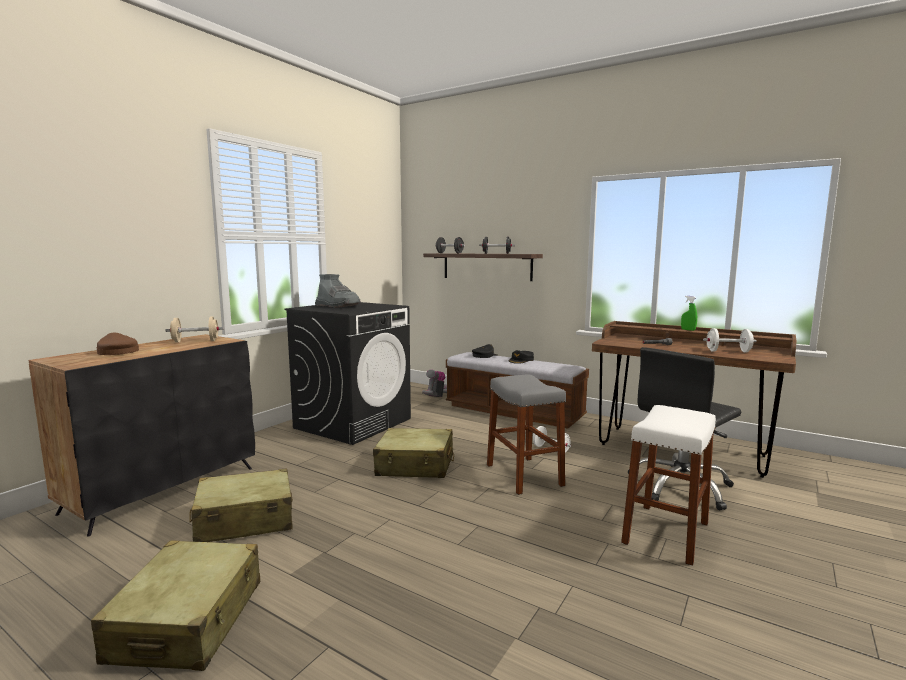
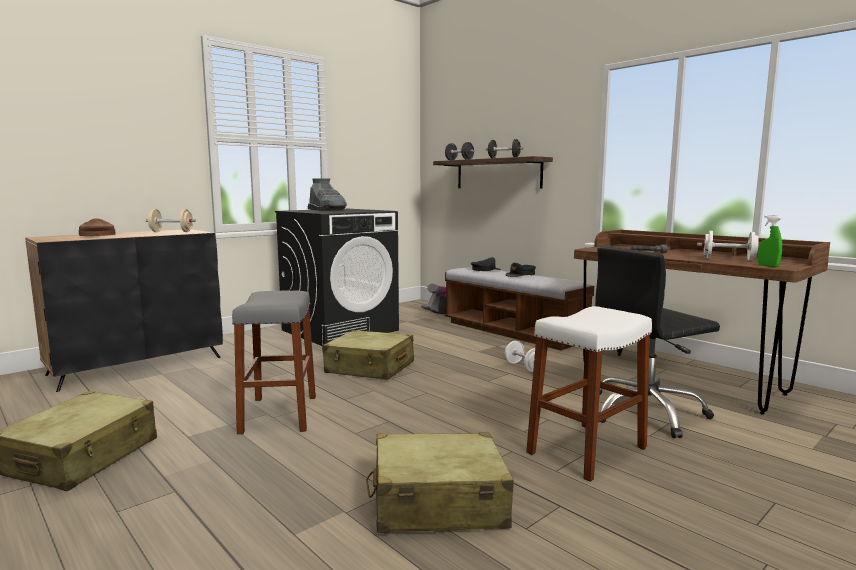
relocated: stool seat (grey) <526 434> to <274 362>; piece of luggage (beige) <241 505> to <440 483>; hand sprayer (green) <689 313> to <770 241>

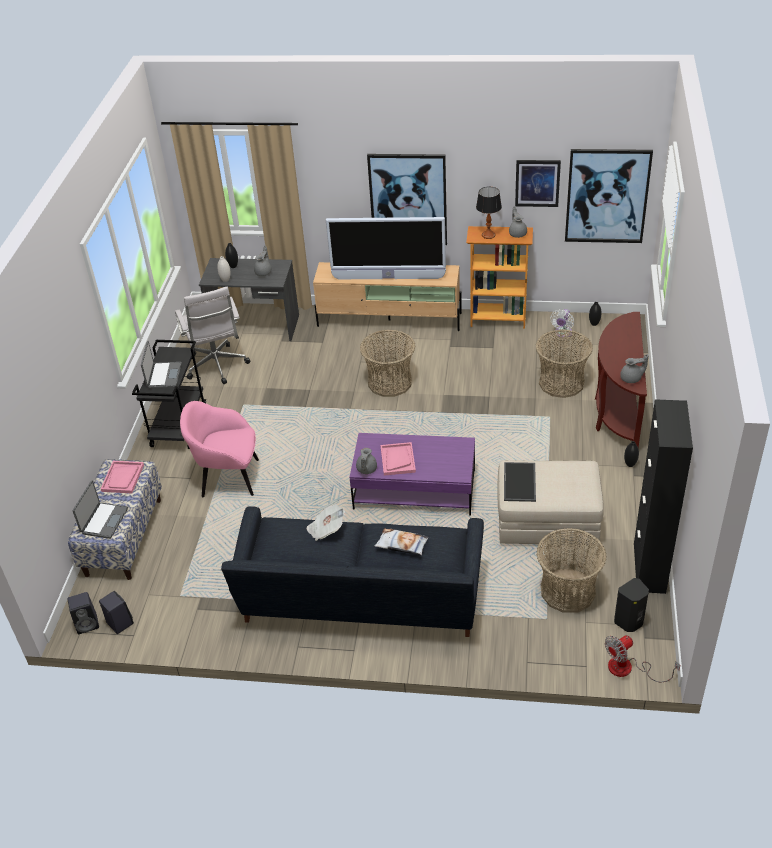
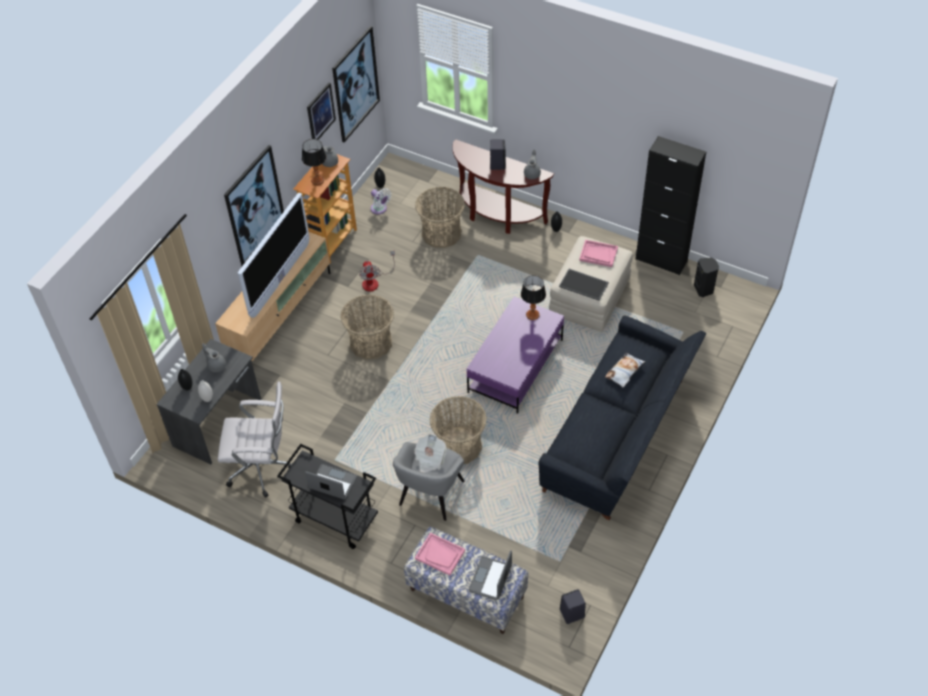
missing: teapot (grey) <366 461>
appeared: tabletop lamp <533 297>
relocated: fan <642 658> to <377 271>; daily paper <326 522> to <430 453>; storage basket <571 570> to <458 430>; audio speaker (black-coloured) <83 613> to <498 154>; serving tray (pinkish) <398 459> to <598 253>
colour: lounge chair (pinkish) <219 449> to lounge chair (grey) <428 481>
spun: portable computer <100 510> = <490 575> 105 degrees counterclockwise

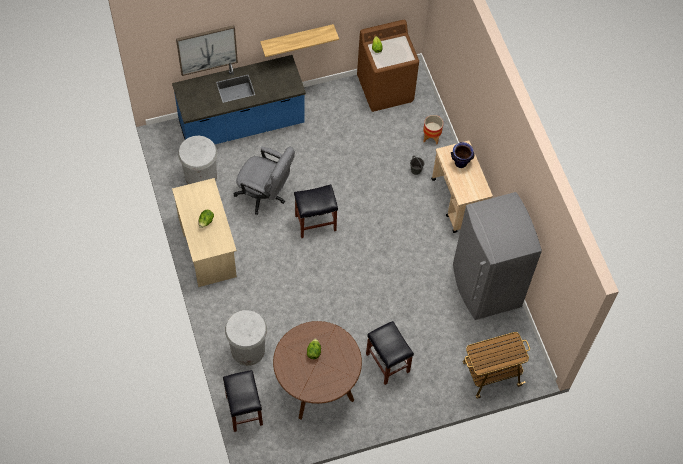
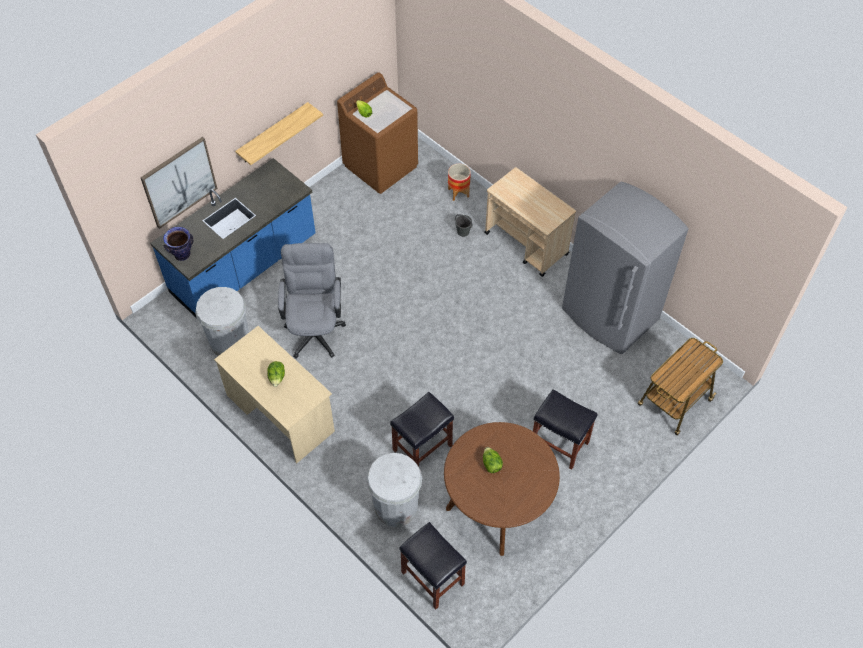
relocated: flower vase <463 155> to <178 244>; stool seat (black-coloured) <316 211> to <422 429>
spun: desk chair (grey) <264 181> = <312 300> 90 degrees counterclockwise

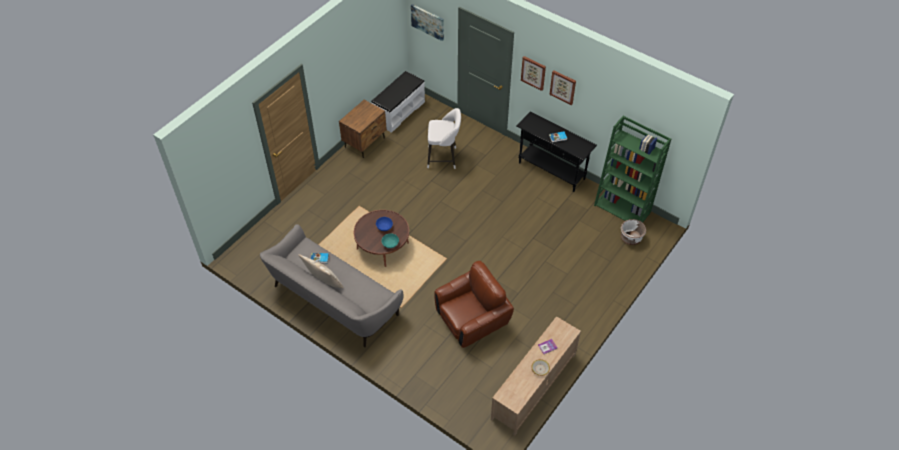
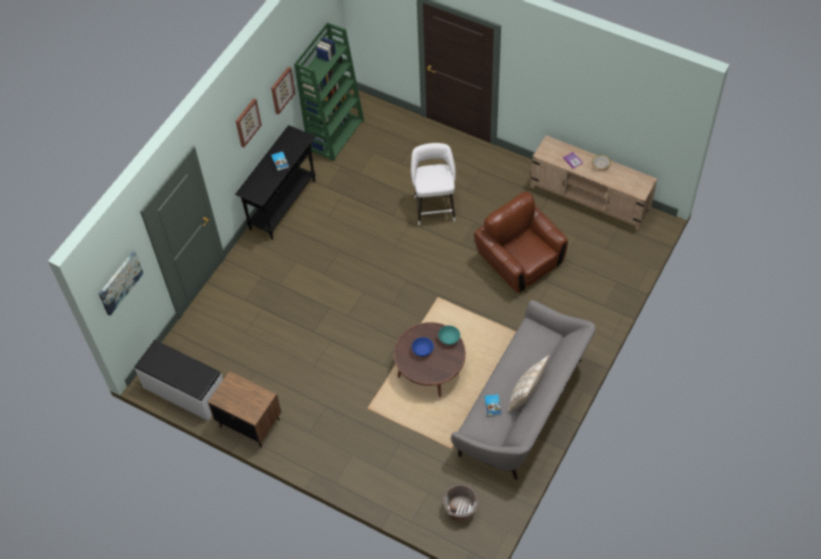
relocated: wall art <533 73> to <283 91>; stool seat (white-coloured) <444 138> to <433 184>; plant pot (white-coloured) <633 232> to <460 503>

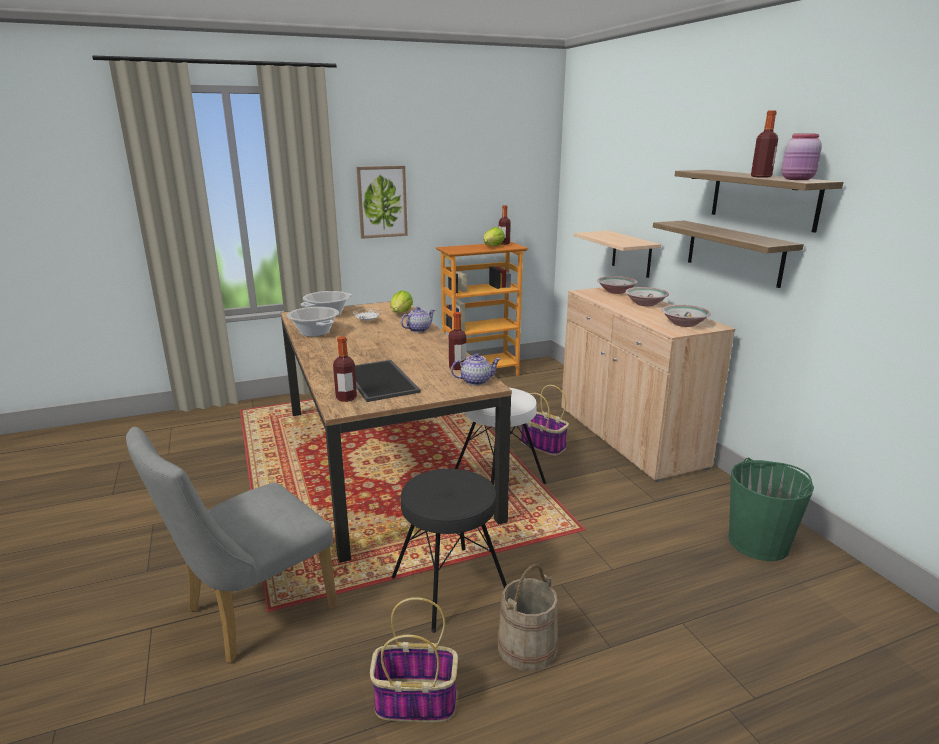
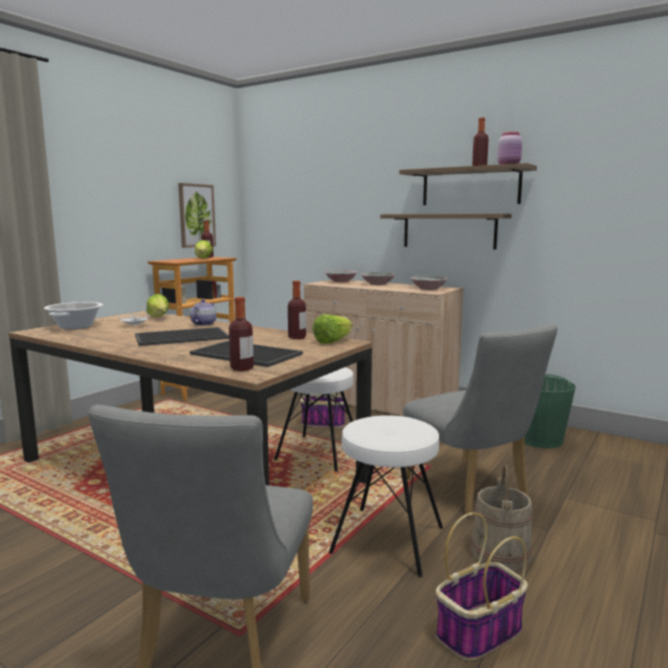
missing: stockpot <313 322>; wall shelf <617 254>
appeared: serving tray <182 336>; chair (grey) <480 420>
relocated: wall art <382 202> to <197 215>
exchanged: teapot <476 369> to lettuce head <332 329>
colour: stool seat (black-coloured) <449 551> to stool seat (white-coloured) <386 496>

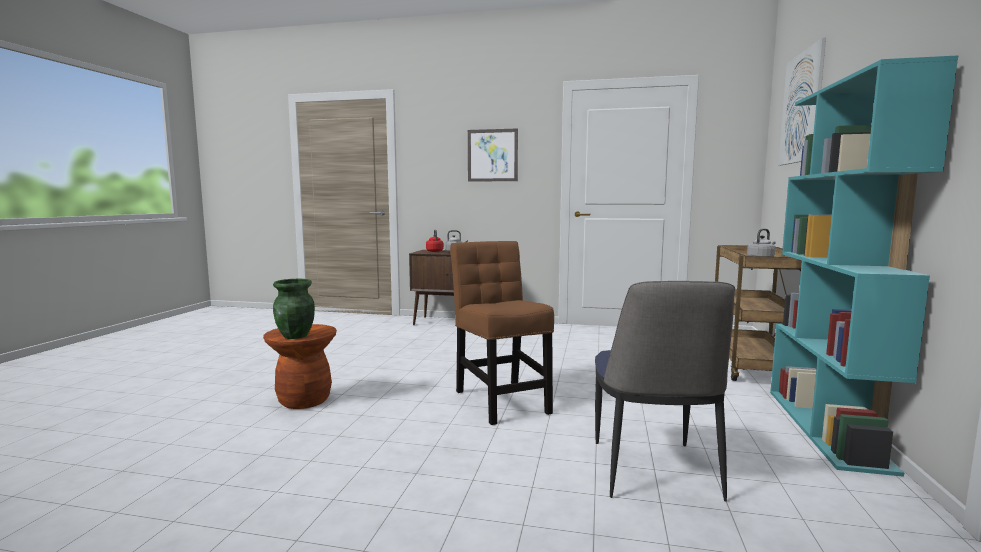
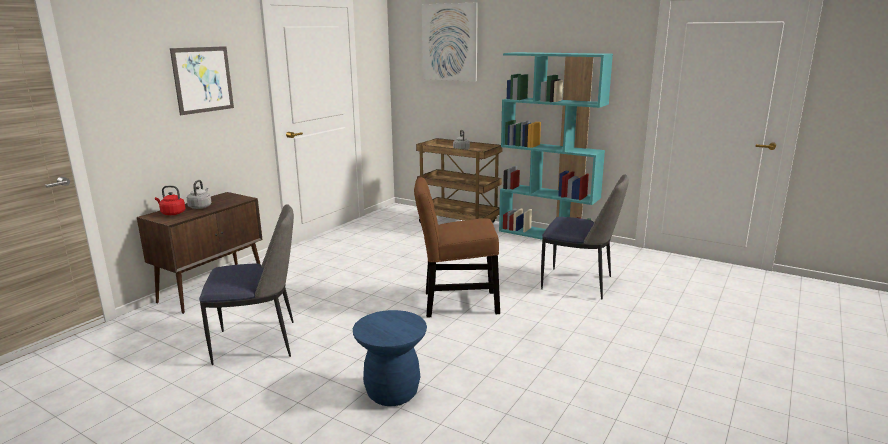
missing: flower vase (green) <294 309>
appeared: chair <246 284>
colour: stool seat (brown) <300 366> to stool seat (blue-coloured) <390 358>

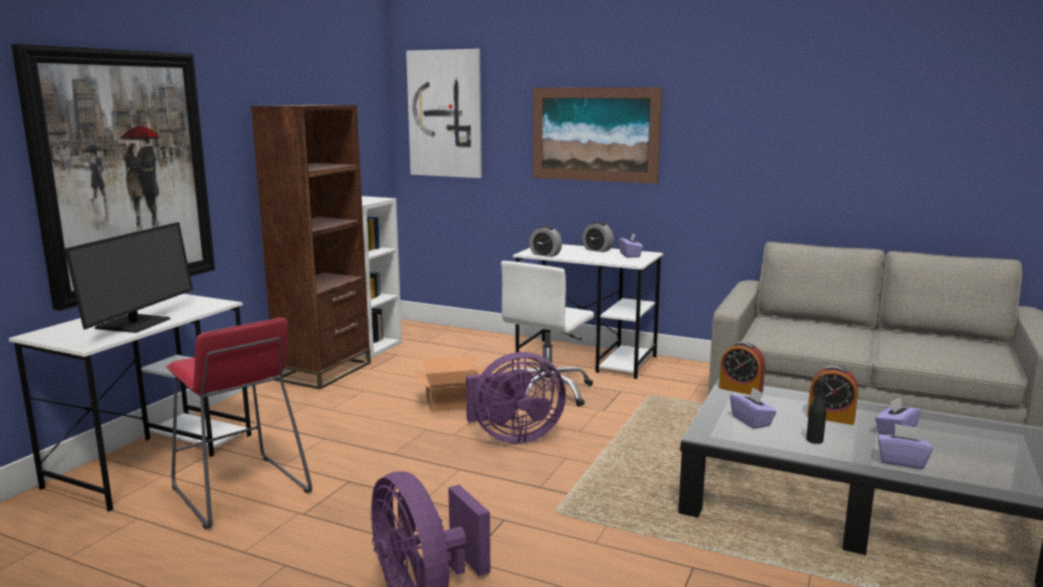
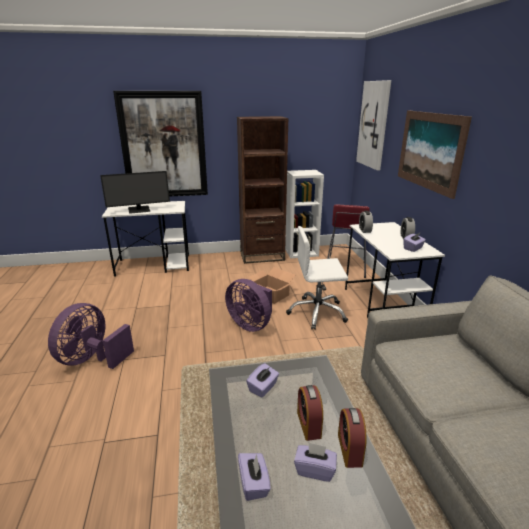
missing: bottle (black-coloured) <816 409>
relocated: stool seat (reddish) <239 423> to <348 241>; alarm clock <742 368> to <352 438>

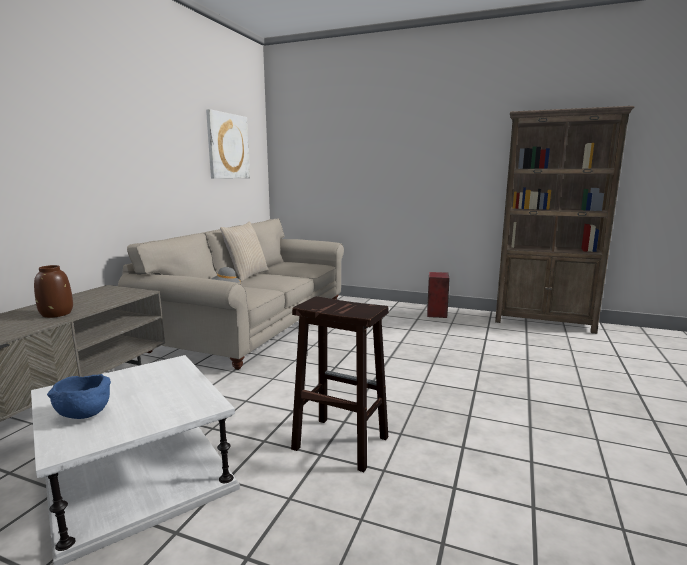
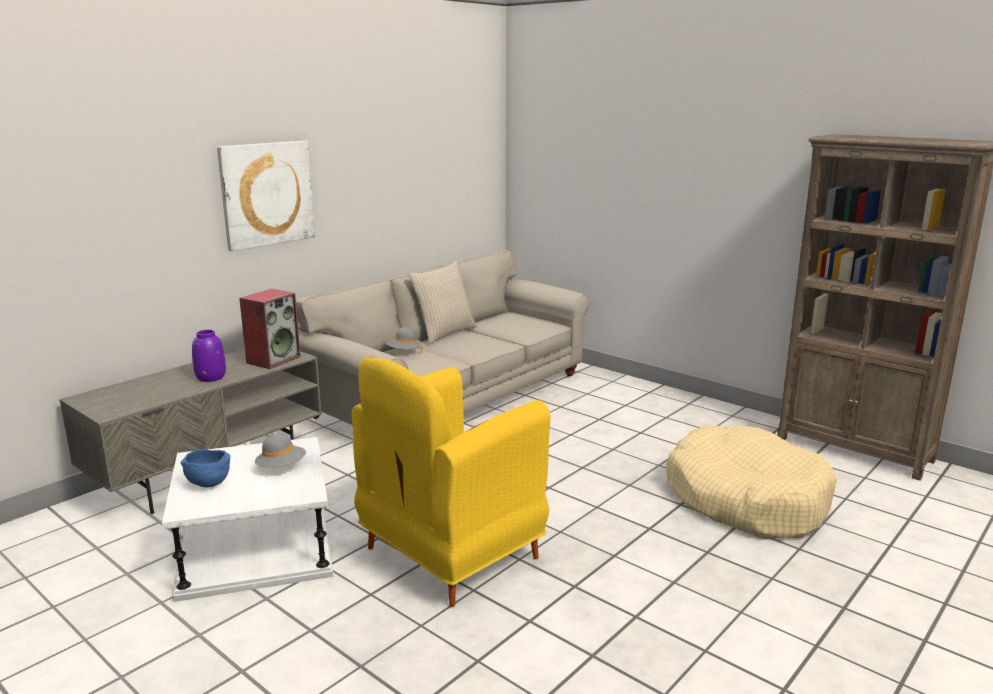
appeared: clothing hat (grey) <280 451>; dog bed (beige) <751 482>
relocated: wall art <228 144> to <266 196>; audio speaker <438 295> to <270 329>
exchanged: stool seat (brown) <339 384> to lounge chair (yellow-coloured) <450 482>
colour: flower vase (brown) <53 291> to flower vase (purplish) <209 356>

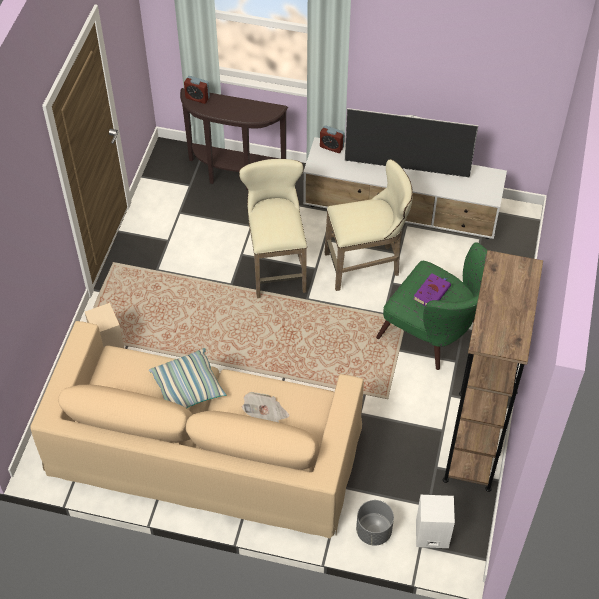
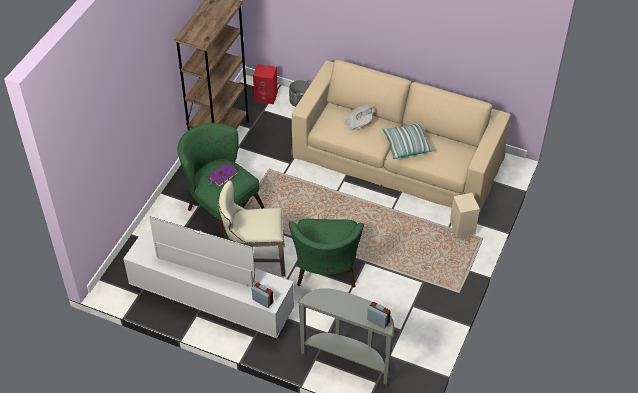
exchanged: stool seat (beige) <273 228> to lounge chair (green) <326 253>
colour: audio speaker (white-coloured) <435 521> to audio speaker (reddish) <265 84>; hall table (brown) <234 139> to hall table (grey) <345 336>

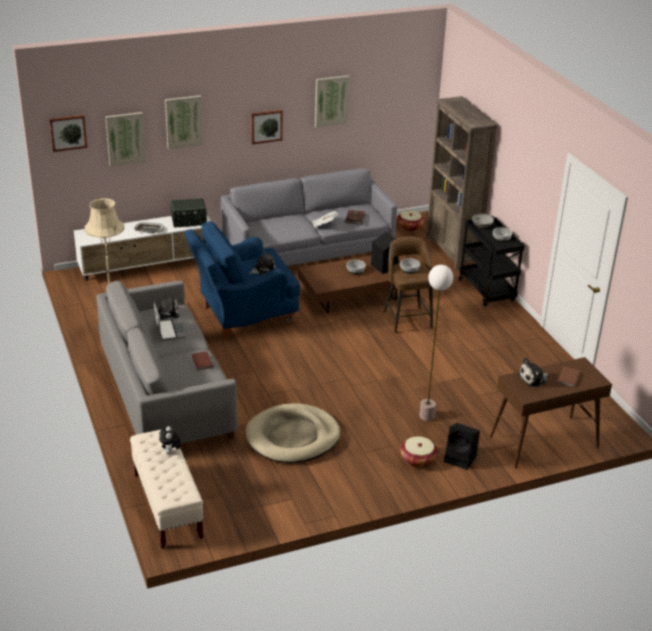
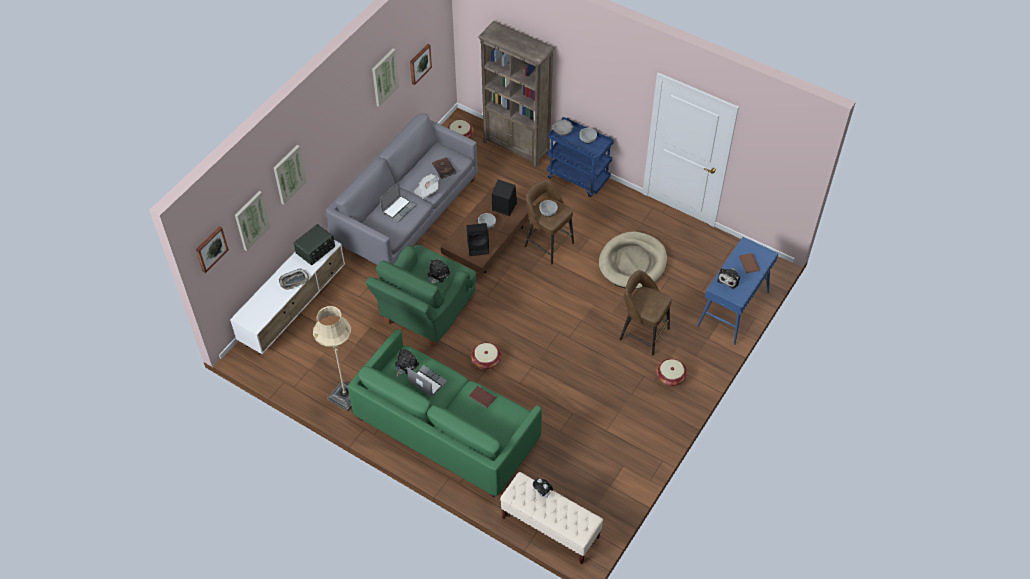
appeared: portable computer <398 201>; storage basket <486 355>
relocated: wall art <267 127> to <421 64>; audio speaker (black-coloured) <462 446> to <478 239>; dog bed (beige) <293 433> to <633 260>
exchanged: floor lamp <436 343> to stool seat (brown) <645 312>
colour: couch (grey) <167 362> to couch (green) <445 413>; lounge chair (blue-coloured) <242 279> to lounge chair (green) <421 296>; wheeled cart (black-coloured) <492 261> to wheeled cart (blue-coloured) <580 157>; hall table (brown) <551 413> to hall table (blue-coloured) <737 291>

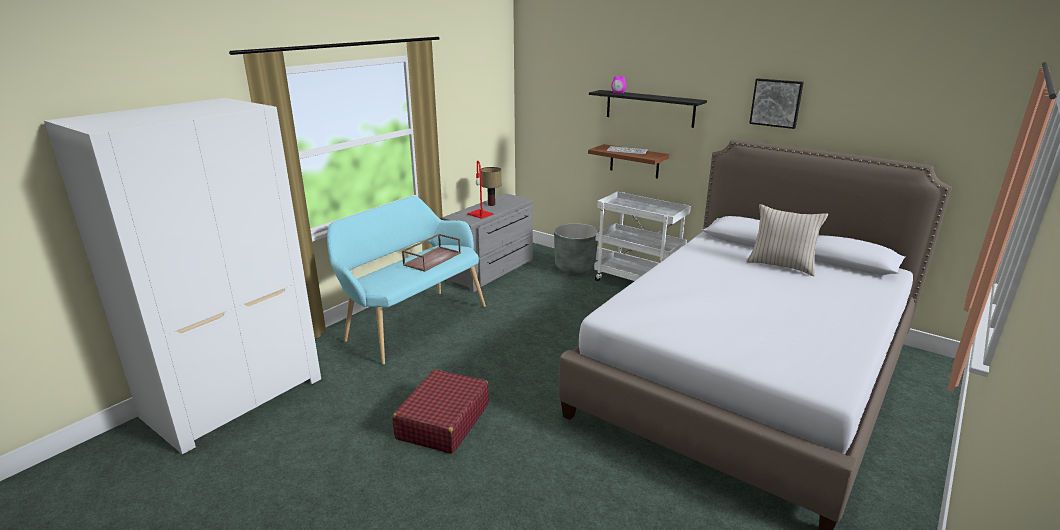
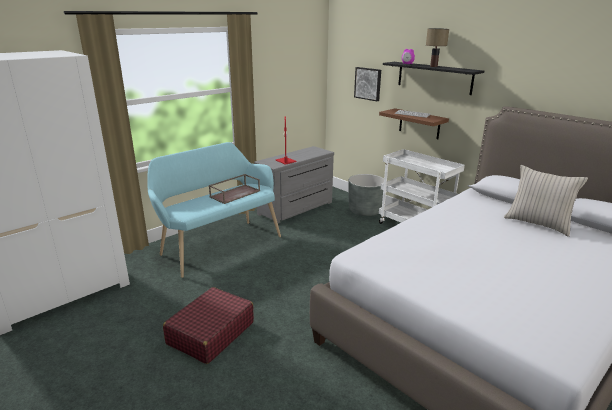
relocated: wall art <776 103> to <367 84>; tabletop lamp <491 186> to <437 47>

